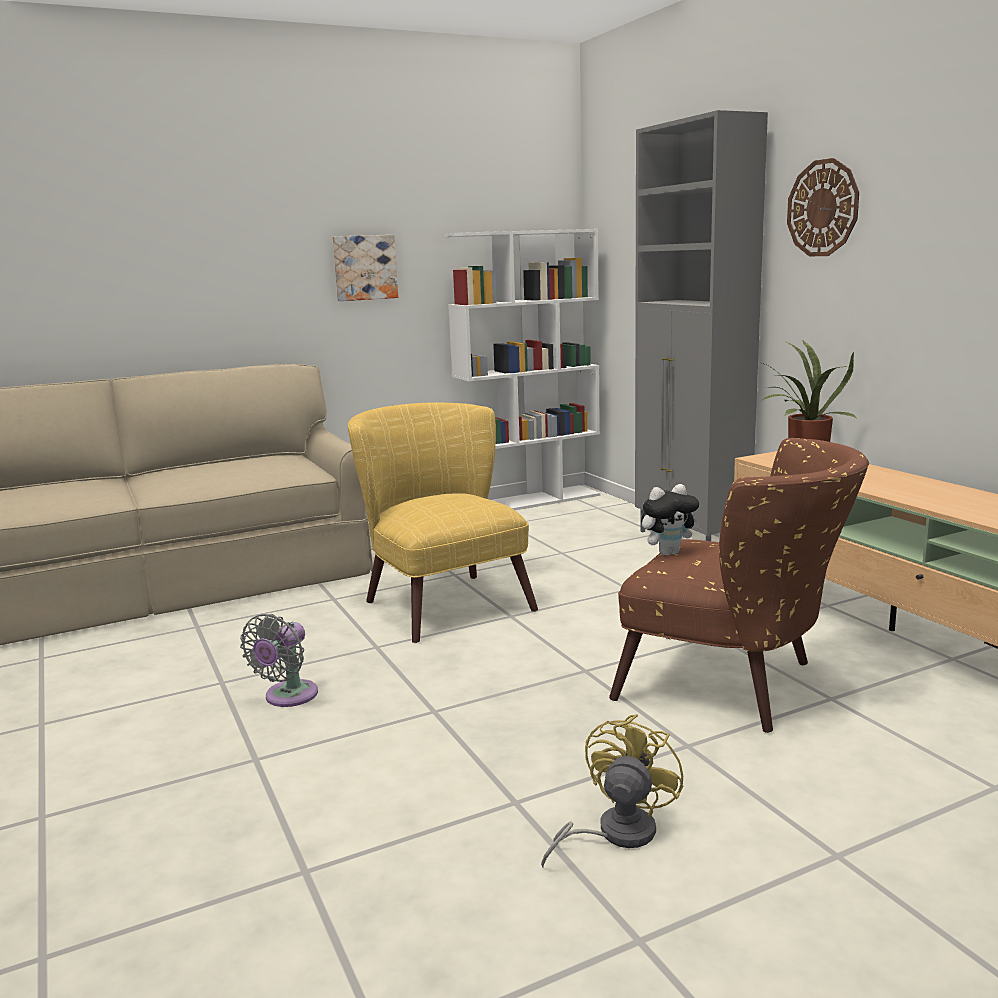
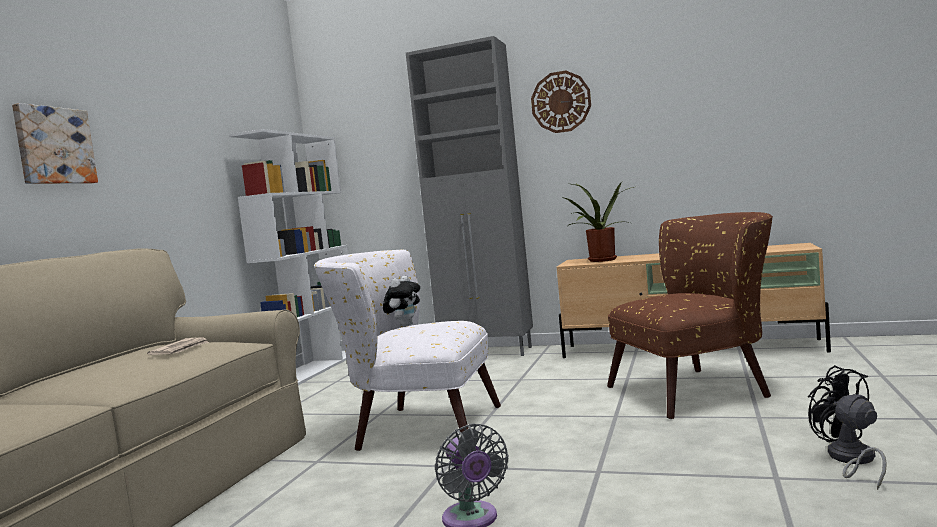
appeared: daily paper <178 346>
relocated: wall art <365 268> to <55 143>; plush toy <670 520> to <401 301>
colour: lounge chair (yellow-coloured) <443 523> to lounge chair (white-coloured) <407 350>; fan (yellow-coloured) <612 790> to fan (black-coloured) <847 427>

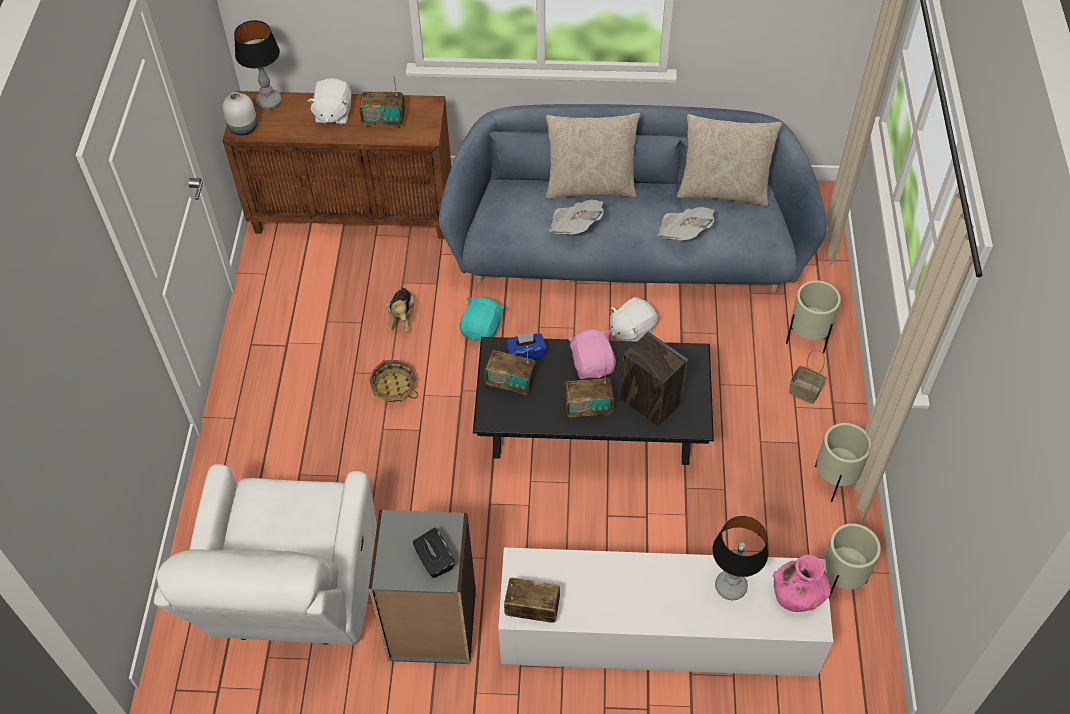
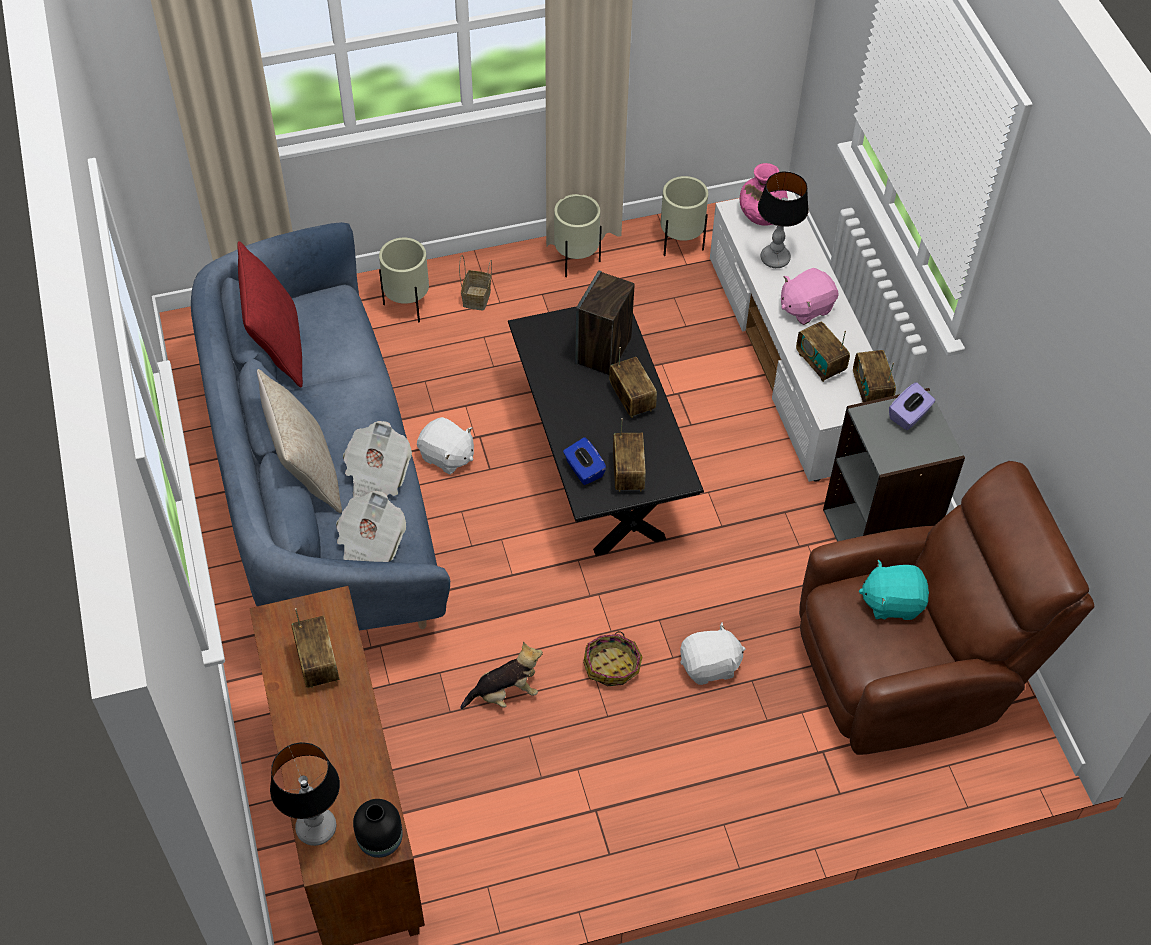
appeared: radio receiver <823 352>
relocated: daily paper <685 224> to <371 526>; plush toy (white-coloured) <329 101> to <713 654>; plush toy (pinkish) <592 354> to <809 296>; plush toy (turquoise) <482 319> to <894 590>
colour: throw pillow (beige) <729 160> to throw pillow (reddish) <270 314>; flower vase (white-coloured) <240 114> to flower vase (black-coloured) <378 828>; lounge chair (white-coloured) <265 554> to lounge chair (brown) <946 608>; tissue holder (black-coloured) <434 552> to tissue holder (purplish) <912 406>

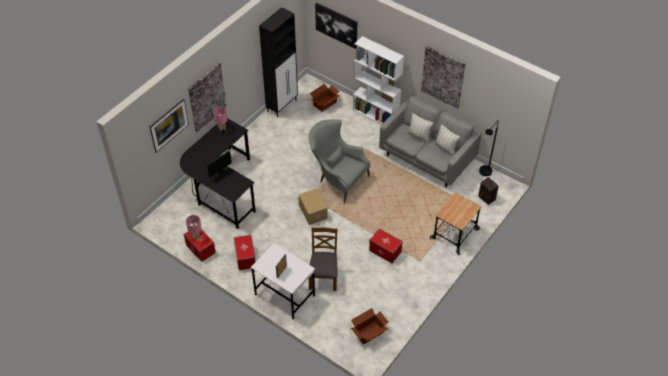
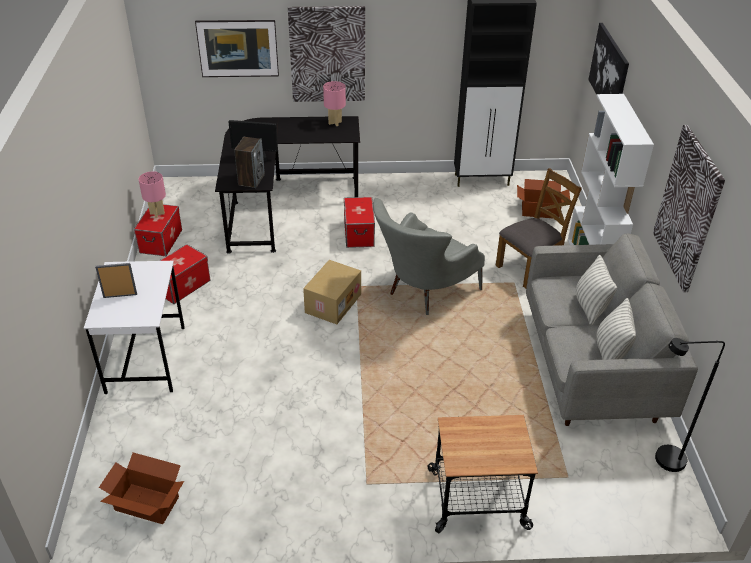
relocated: audio speaker <488 191> to <249 162>; storage container <386 246> to <359 222>; chair (brown) <323 259> to <539 228>
spun: lounge chair (grey) <339 161> = <429 256> 135 degrees counterclockwise

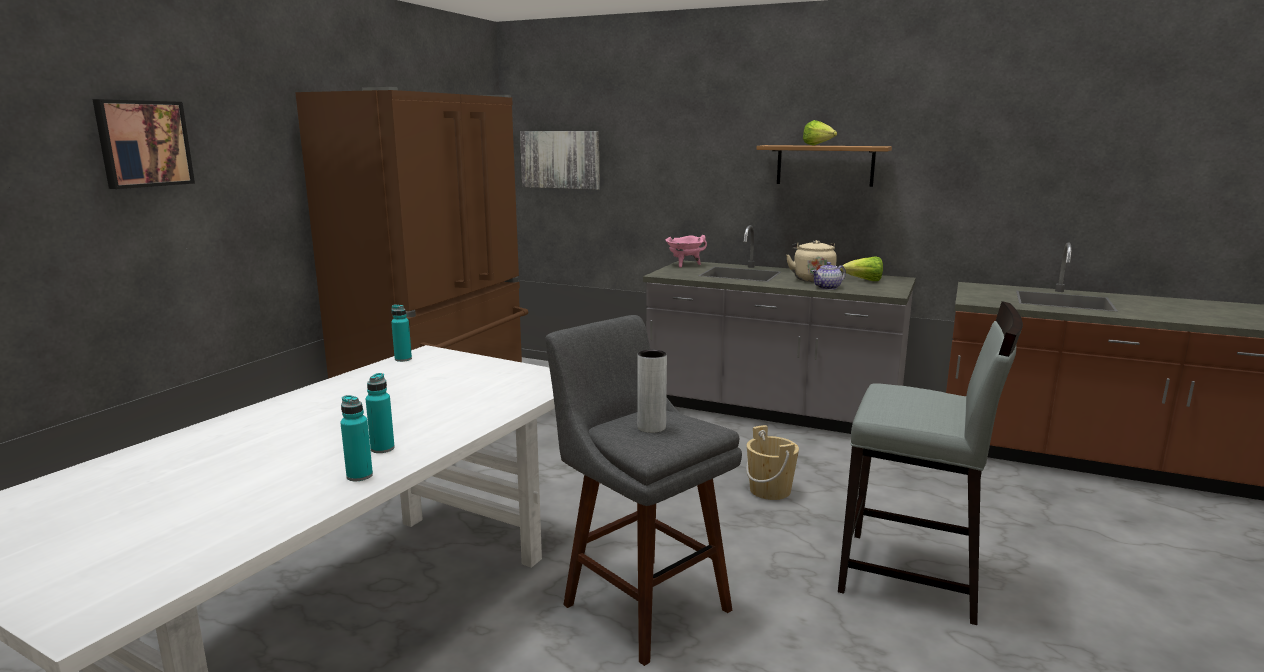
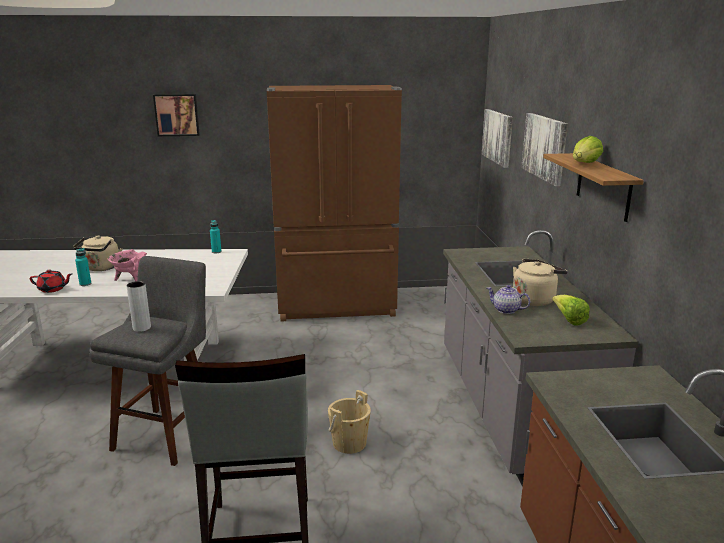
appeared: water kettle (beige) <98 253>; wall art <544 149>
relocated: stockpot (pinkish) <686 251> to <127 265>
exchanged: bottle (turquoise) <356 438> to teapot (reddish) <51 281>

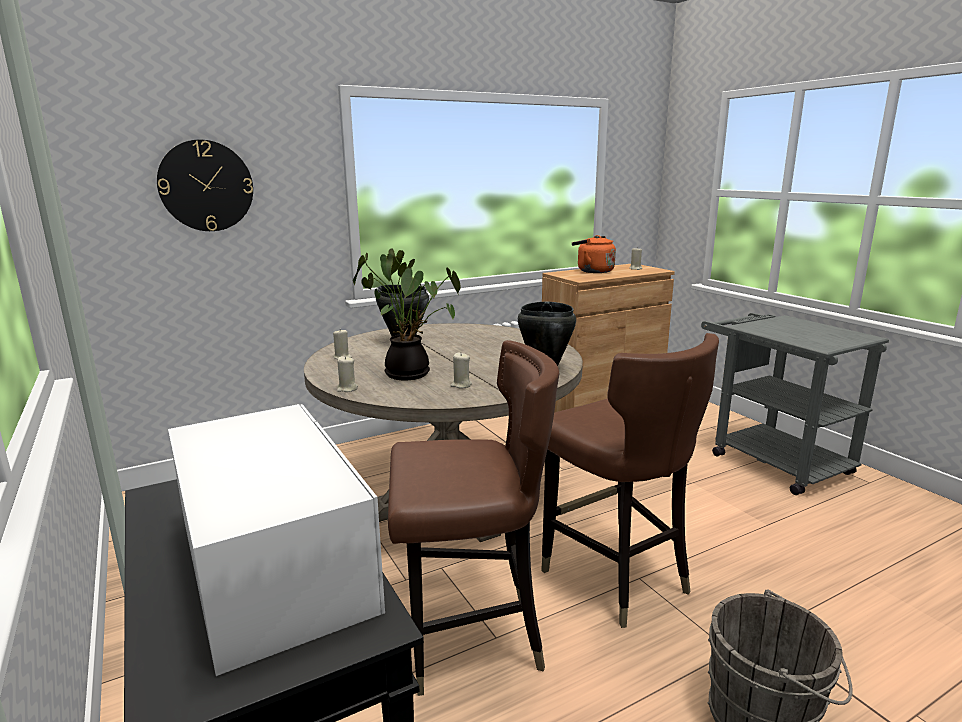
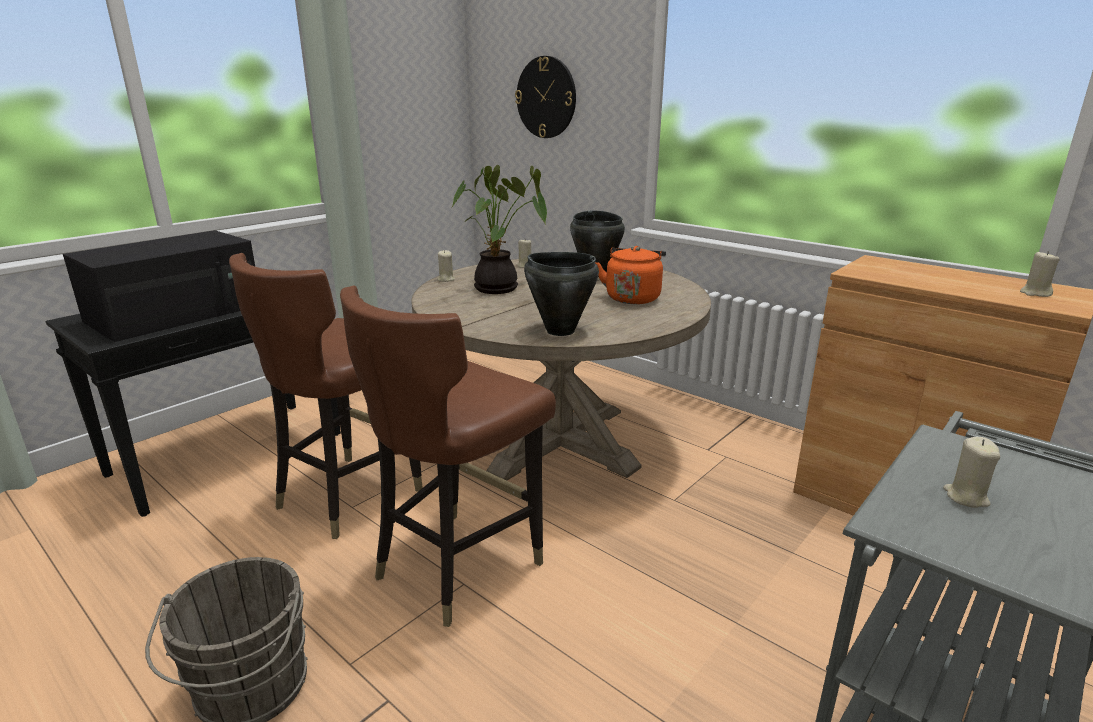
relocated: water kettle (orange-coloured) <594 254> to <630 275>; wax candle (beige) <461 370> to <971 472>
colour: microwave oven (white-coloured) <276 540> to microwave oven (black-coloured) <159 286>
spun: chair (brown) <473 518> = <326 396> 60 degrees clockwise

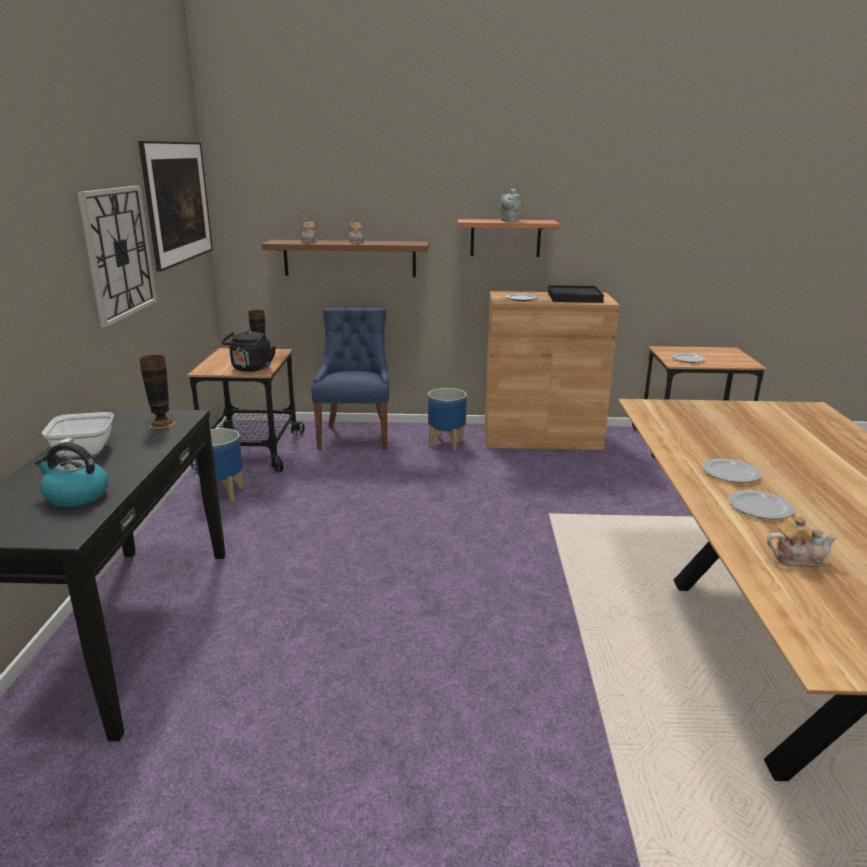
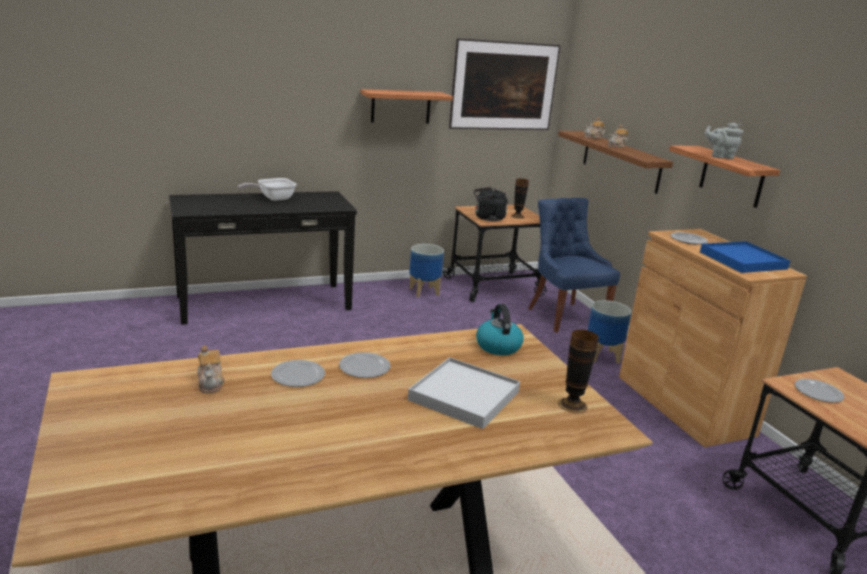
appeared: serving tray (white-coloured) <464 393>
relocated: water kettle <71 474> to <500 329>; flower vase <158 392> to <578 371>
exchanged: clock on the wall <117 256> to wall shelf <407 106>
colour: serving tray (black-coloured) <576 294> to serving tray (blue-coloured) <745 257>
spun: chair (blue-coloured) <350 378> = <574 265> 90 degrees counterclockwise

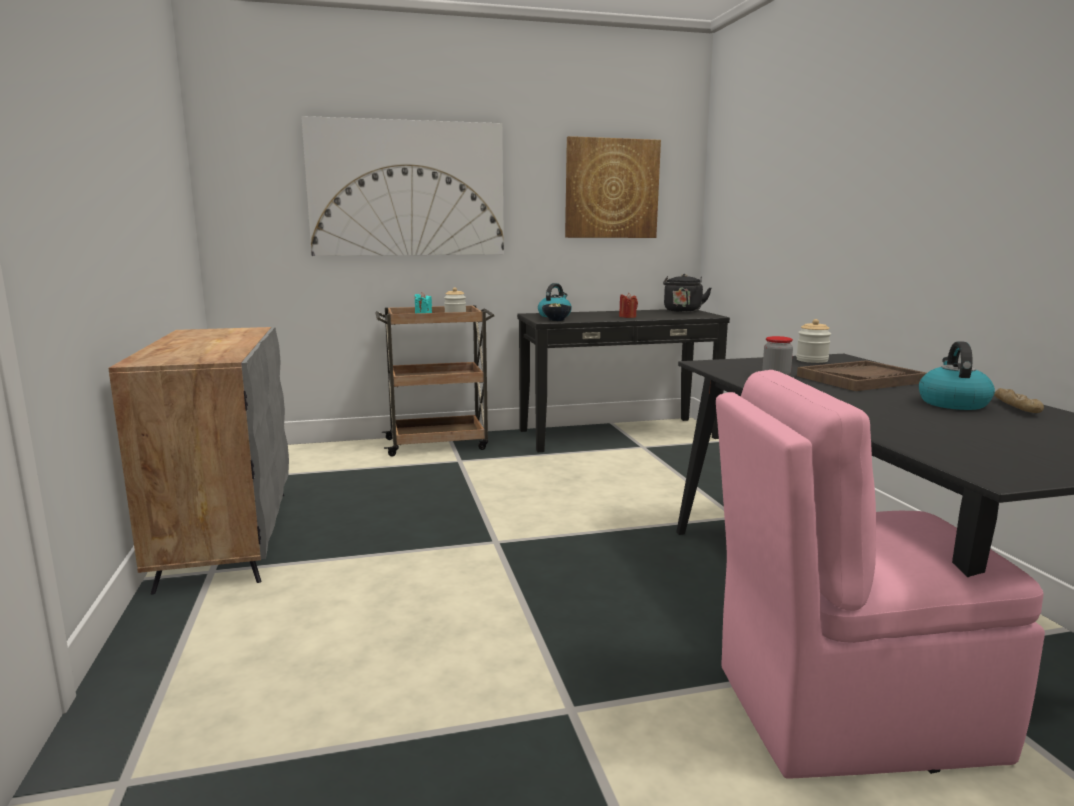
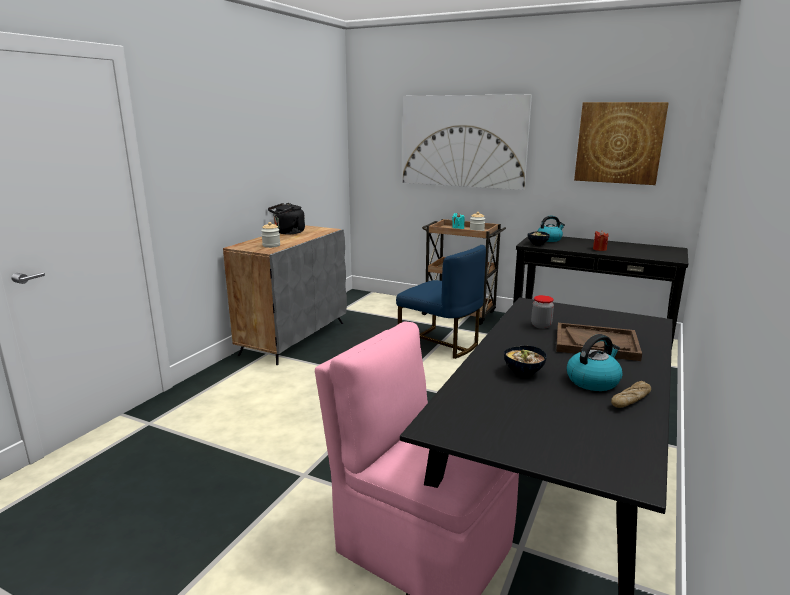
appeared: chair (blue-coloured) <441 302>; serving bowl <525 361>
relocated: storage jar <813 341> to <270 235>; water kettle (black-coloured) <687 293> to <286 218>

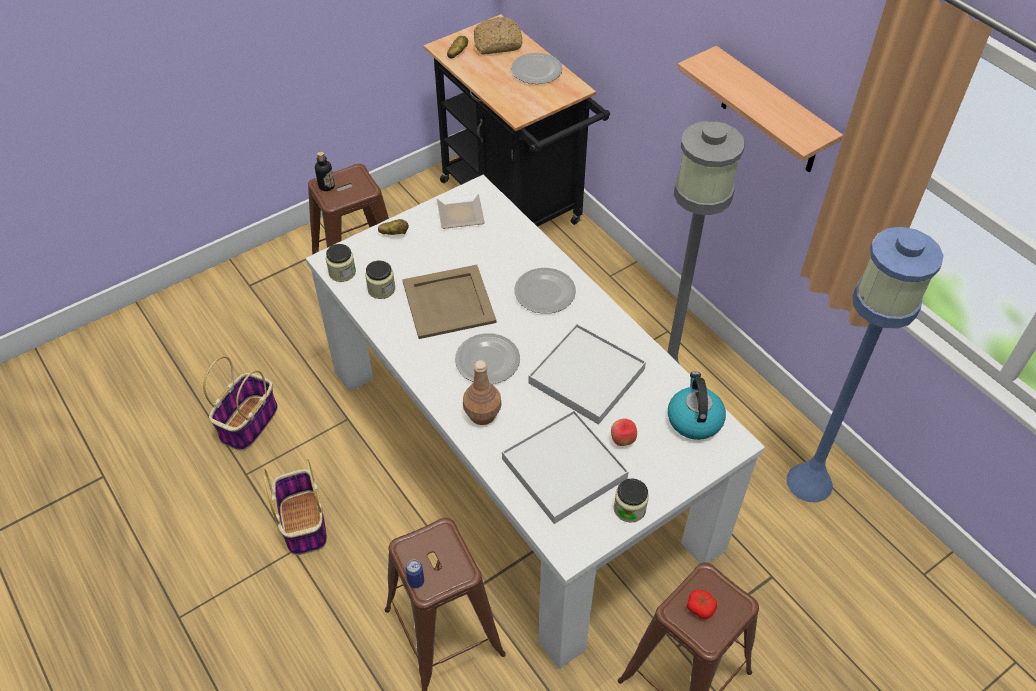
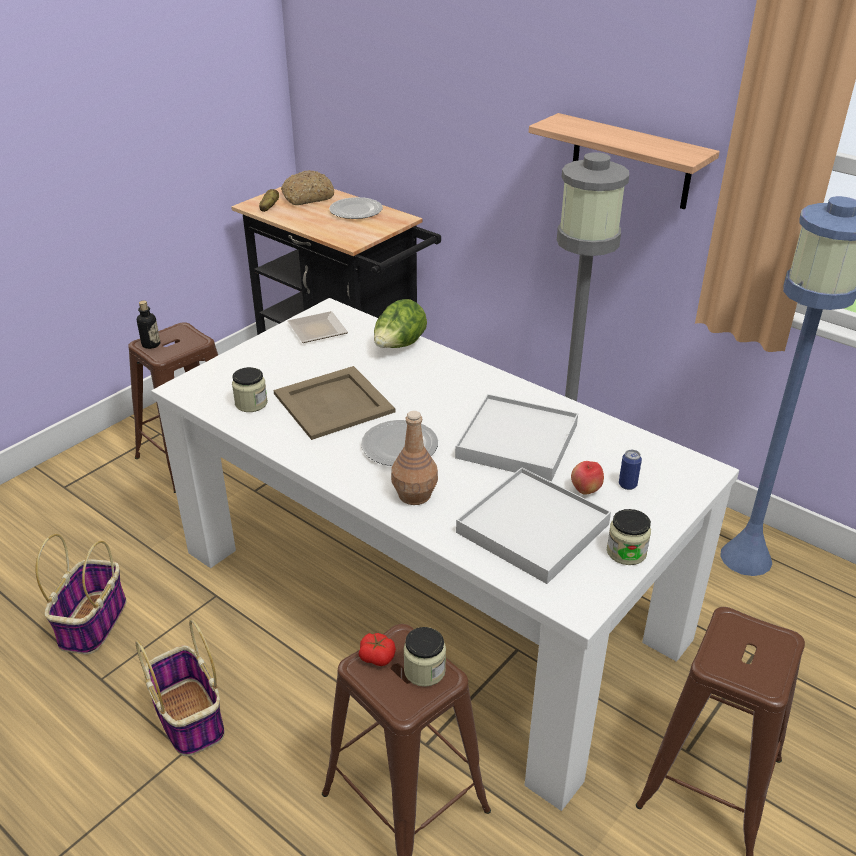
missing: spud <393 227>; flat dish <545 291>; water kettle <697 405>
appeared: lettuce head <400 323>
relocated: whole tomato <702 604> to <377 649>; storage jar <341 263> to <424 657>; metal can <414 573> to <630 470>

